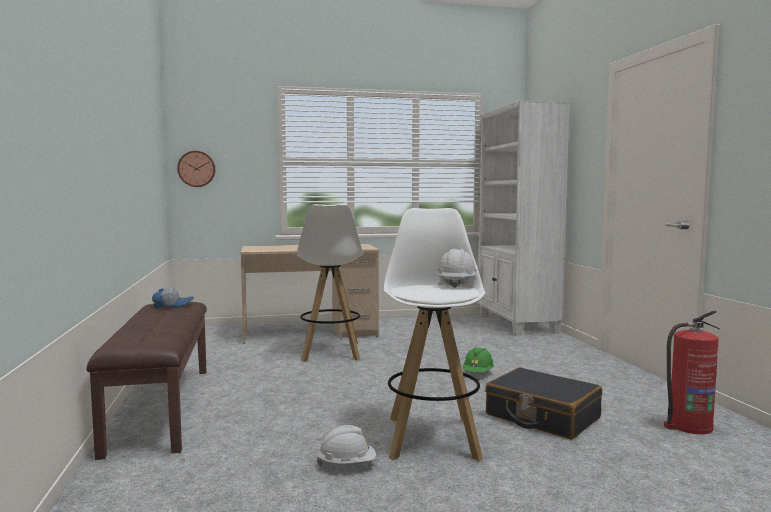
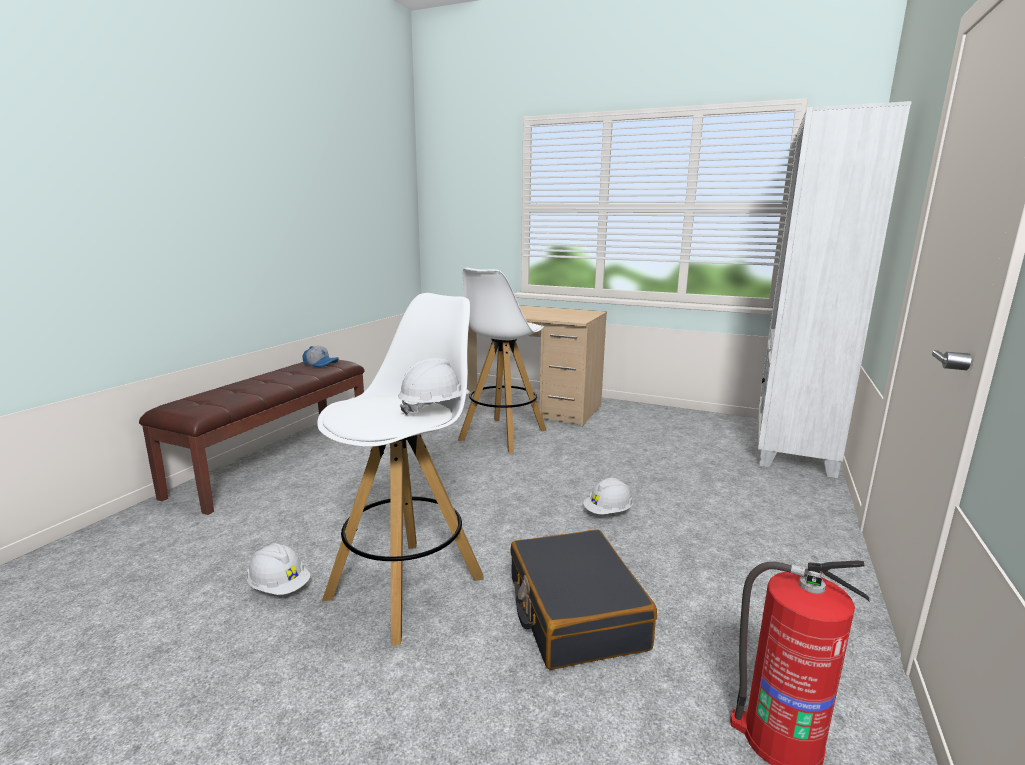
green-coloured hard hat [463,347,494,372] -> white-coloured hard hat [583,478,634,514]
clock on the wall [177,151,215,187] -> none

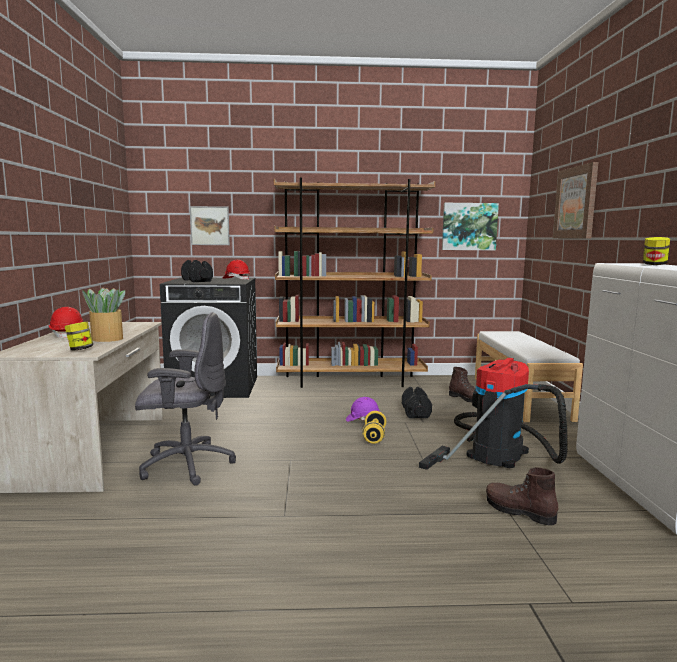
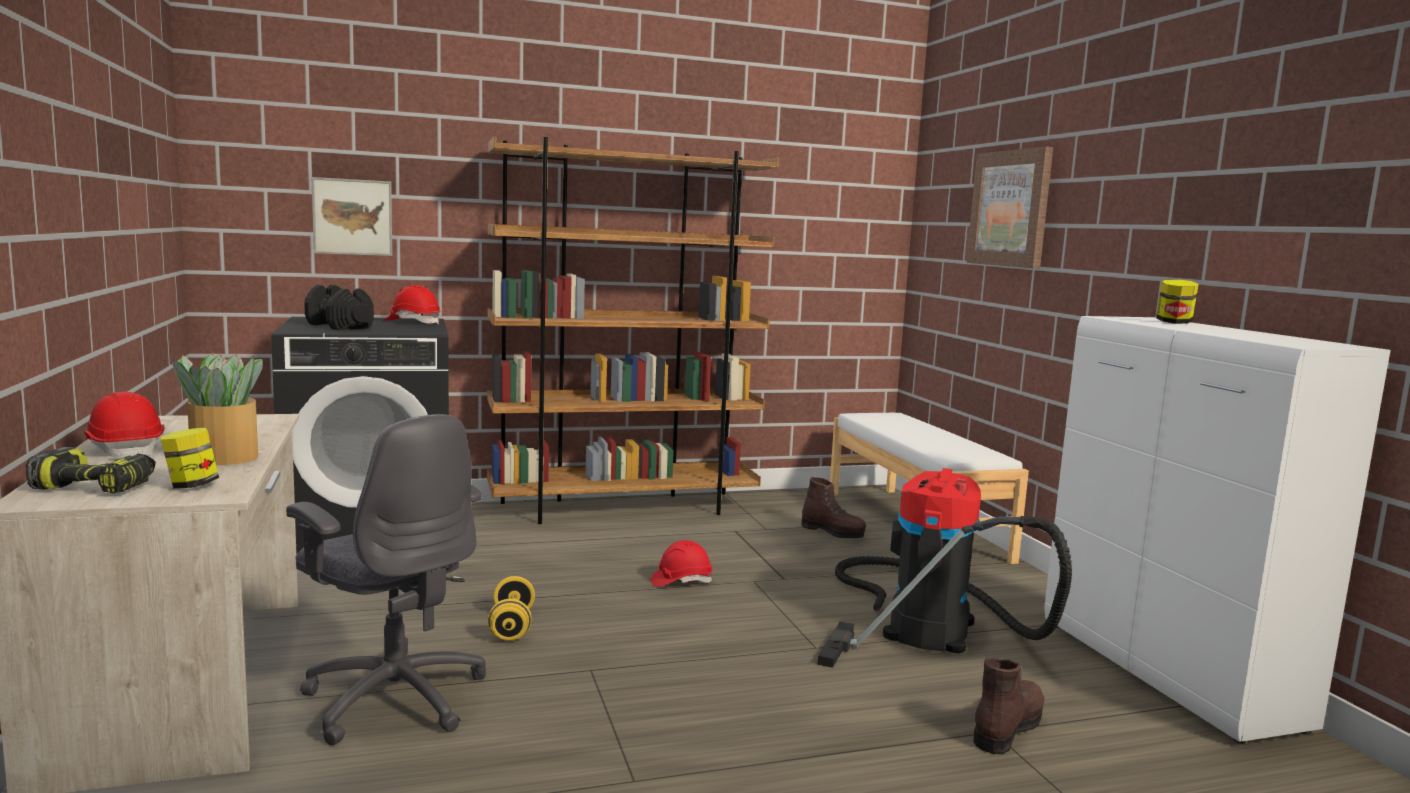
none -> drill [26,447,156,493]
greyish desk chair [135,312,236,486] -> greyish desk chair [286,414,486,745], 60 degrees clockwise
yellowish dumbbell [362,411,386,444] -> yellowish dumbbell [488,576,535,641], shifted
purple-coloured hard hat [346,397,380,422] -> red-coloured hard hat [650,540,712,587]
brown tall boot [486,467,558,525] -> brown tall boot [973,658,1044,754], 105 degrees clockwise
black dumbbell [402,387,432,418] -> none
picture [442,203,499,250] -> none

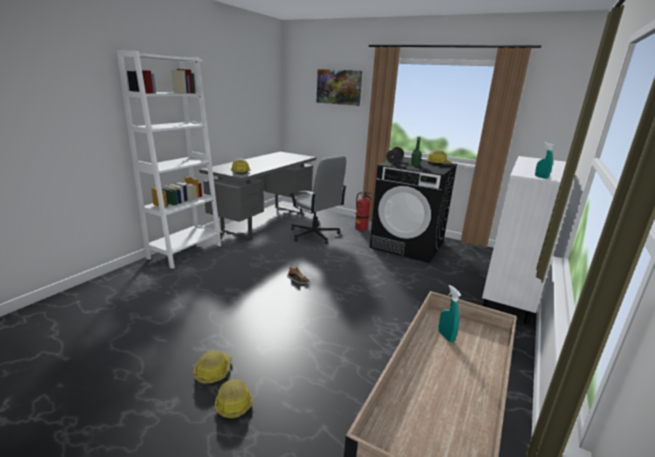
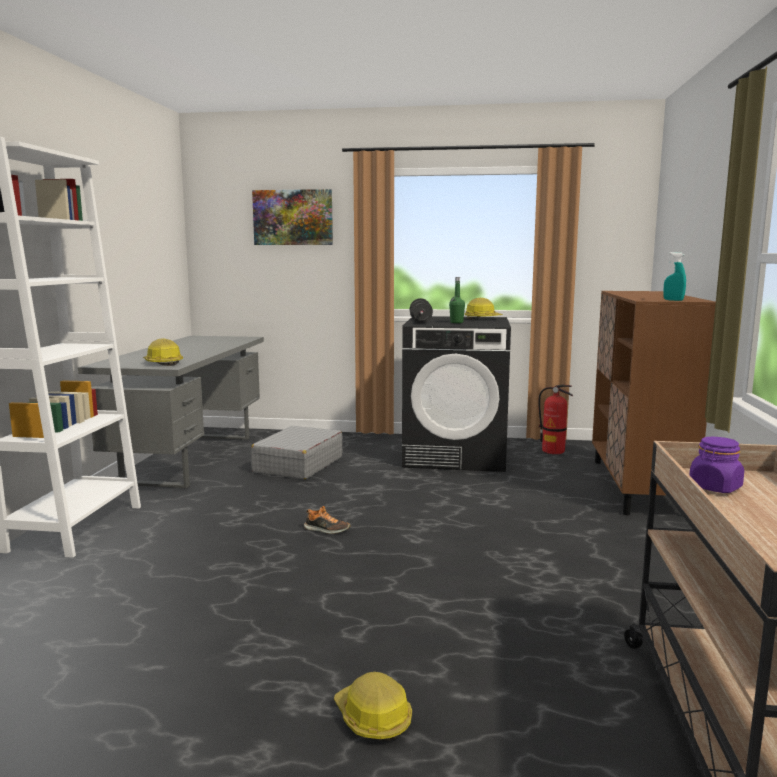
greyish desk chair [289,156,346,244] -> greyish travel case [251,426,342,480]
extinguisher [355,192,371,231] -> extinguisher [538,385,573,454], shifted
white-coloured cabinet [482,156,574,324] -> brown cabinet [592,291,716,515]
turquoise spray bottle [439,285,461,343] -> purple-coloured storage jar [689,437,744,493]
hard hat [194,350,232,384] -> none

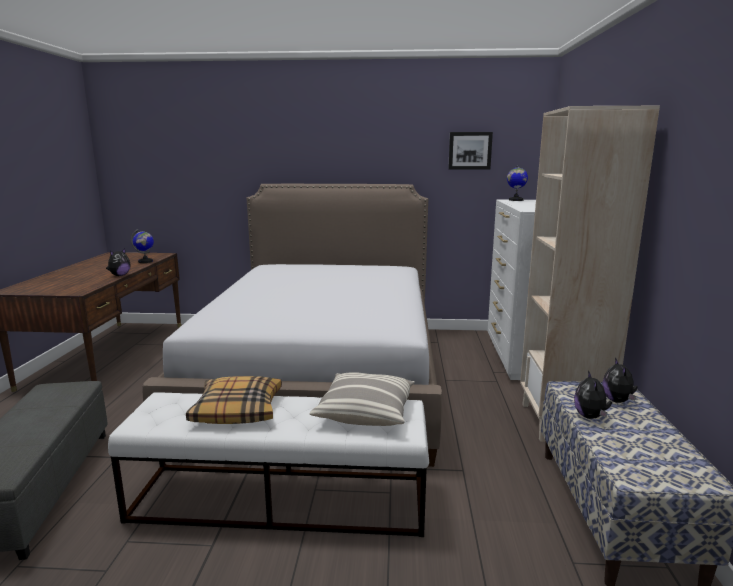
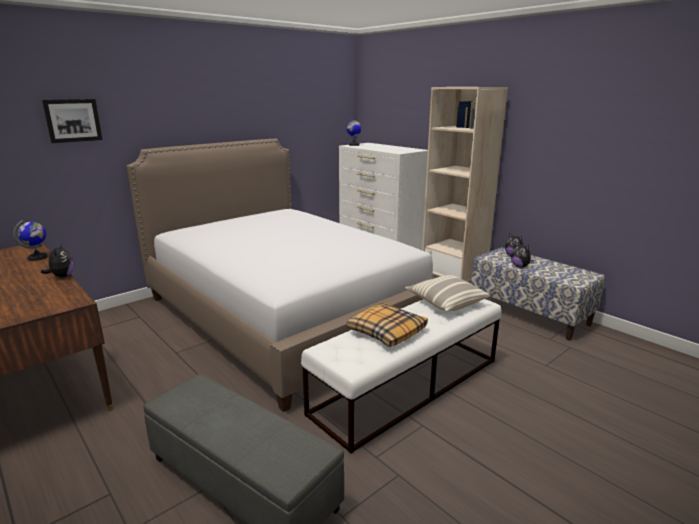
picture [448,132,493,170] -> picture [42,99,103,143], shifted

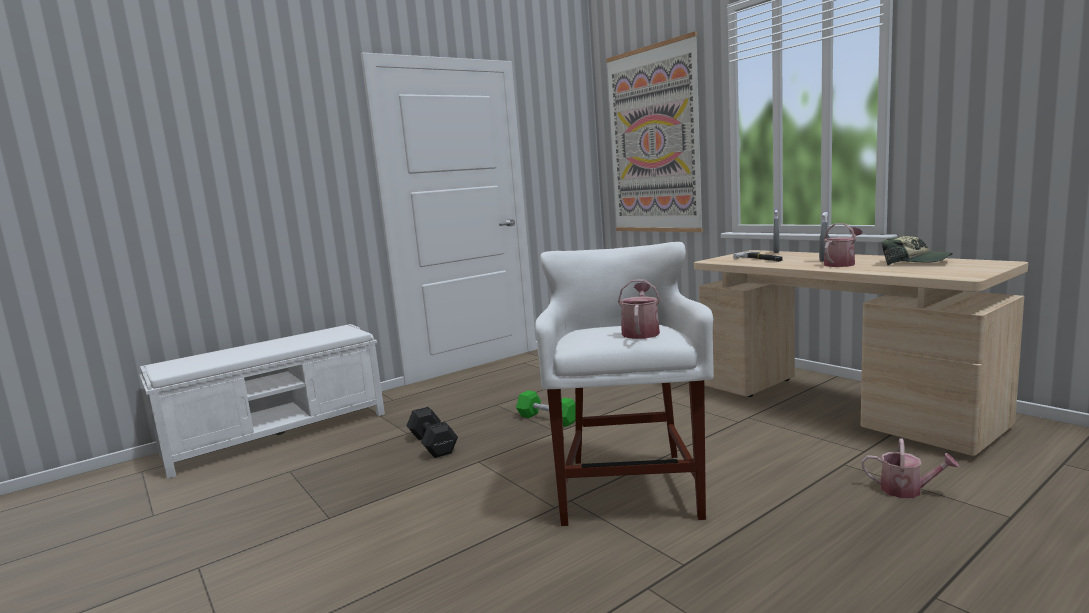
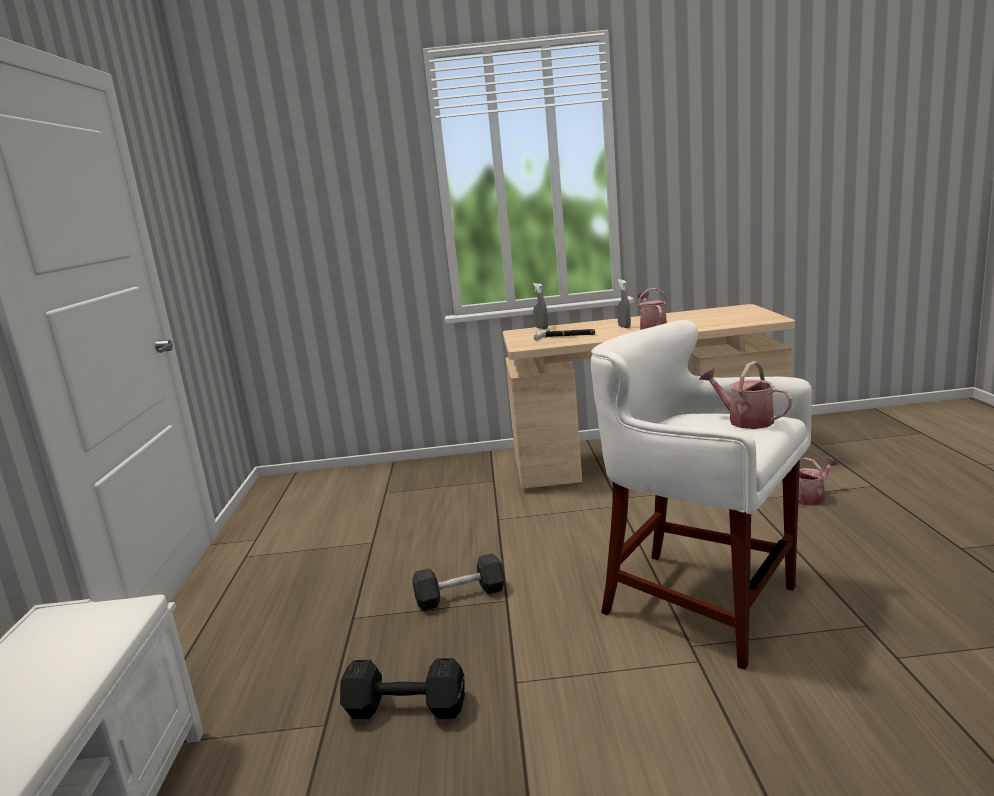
green-coloured dumbbell [516,390,576,427] -> black dumbbell [413,553,505,611]
picture [606,31,703,232] -> none
cap [882,236,953,265] -> none

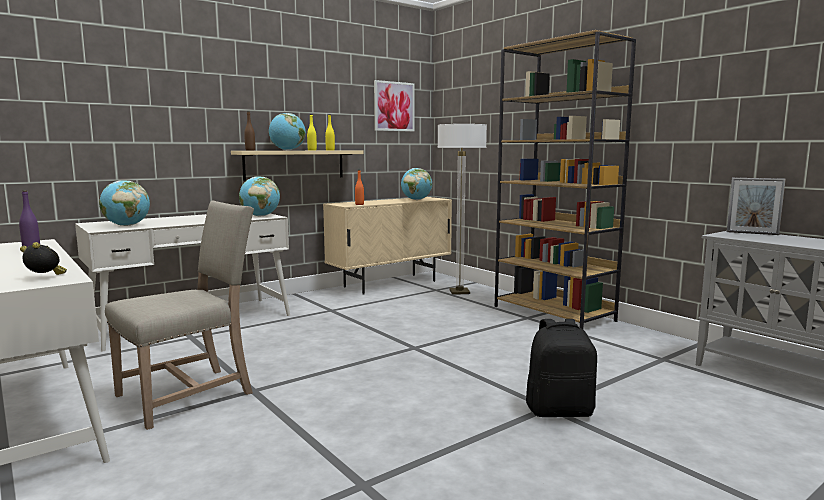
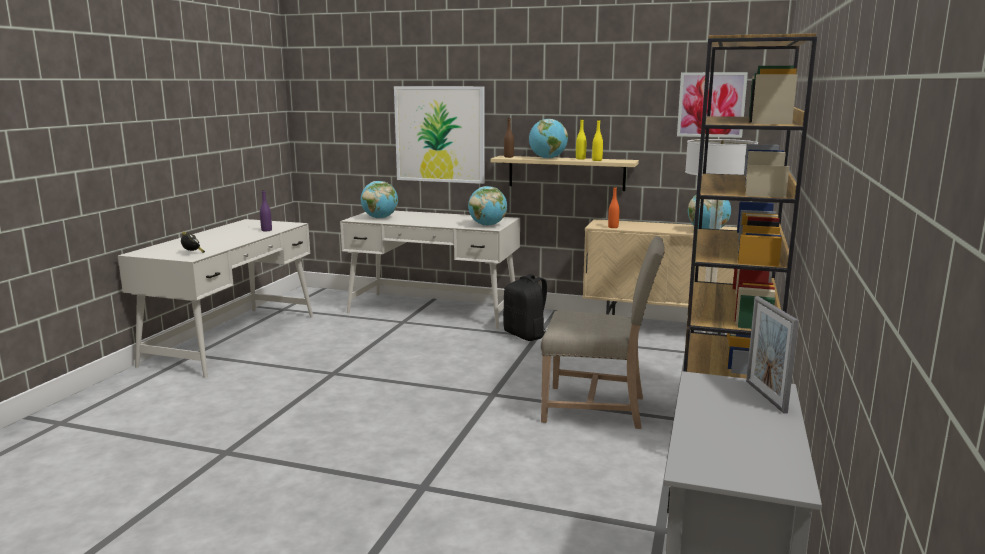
none -> picture [394,86,485,184]
black knapsack [526,319,597,417] -> black knapsack [503,274,547,341], shifted
beige-coloured plain chair [105,201,254,430] -> beige-coloured plain chair [541,236,665,429], shifted

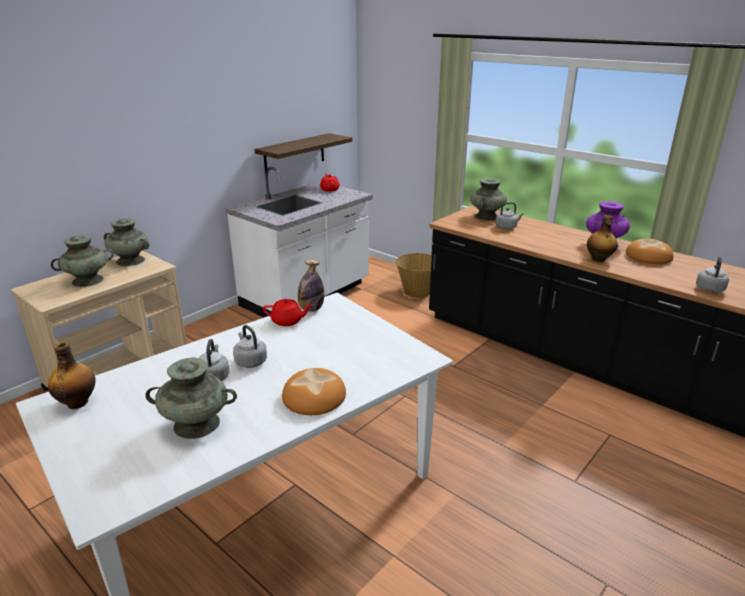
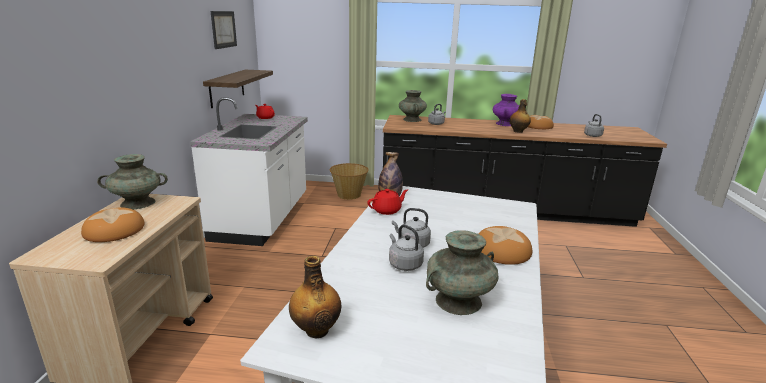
turquoise flower vase [51,235,114,287] -> bread [81,207,145,242]
none -> picture [211,11,237,49]

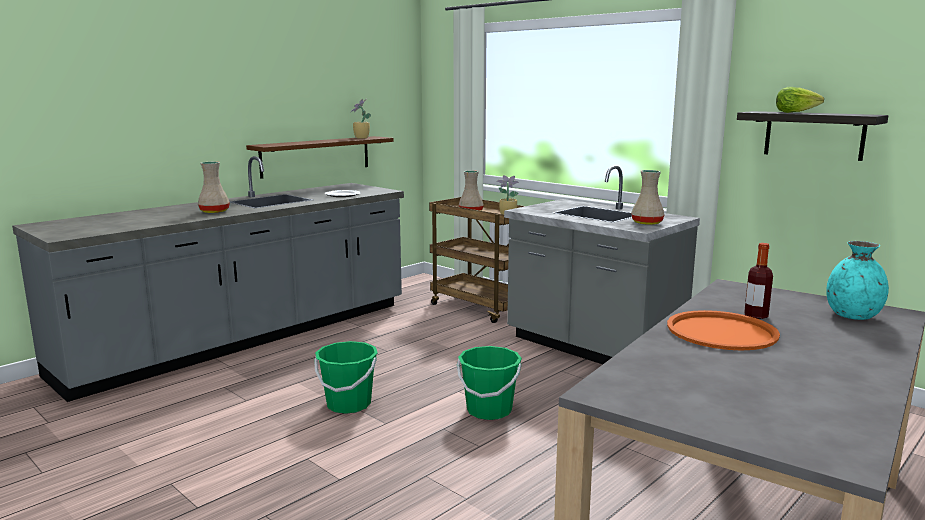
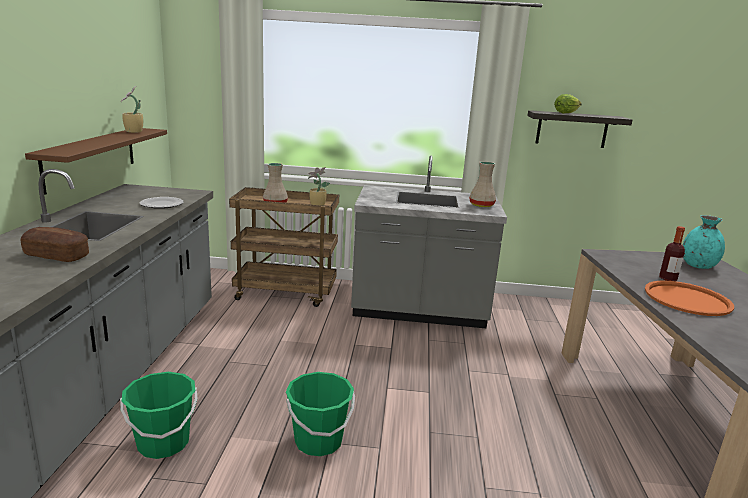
beige-coloured flower vase [198,162,230,213] -> bread [21,227,89,262]
green-coloured water bucket [457,346,522,420] -> green-coloured water bucket [120,372,198,459], shifted

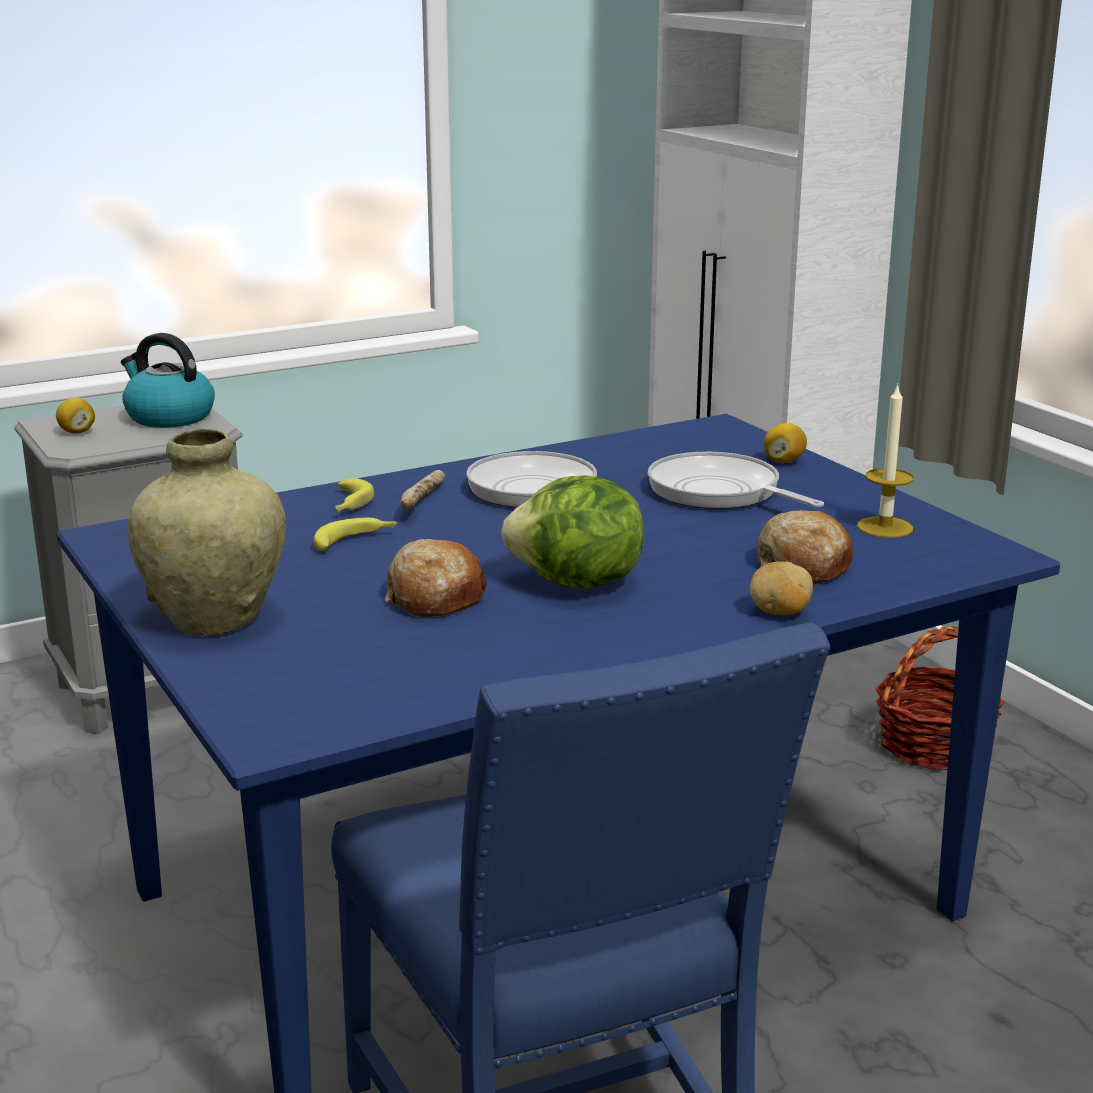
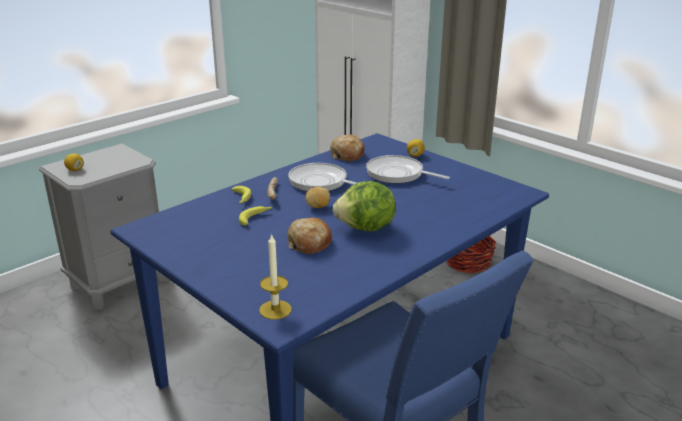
wax light [857,383,914,538] -> wax light [259,233,292,319], shifted
spud [750,561,813,615] -> spud [306,187,330,208], shifted
bread [757,510,853,584] -> bread [330,135,365,161], shifted
kettle [121,333,215,428] -> none
beige-coloured flower vase [127,429,286,636] -> none

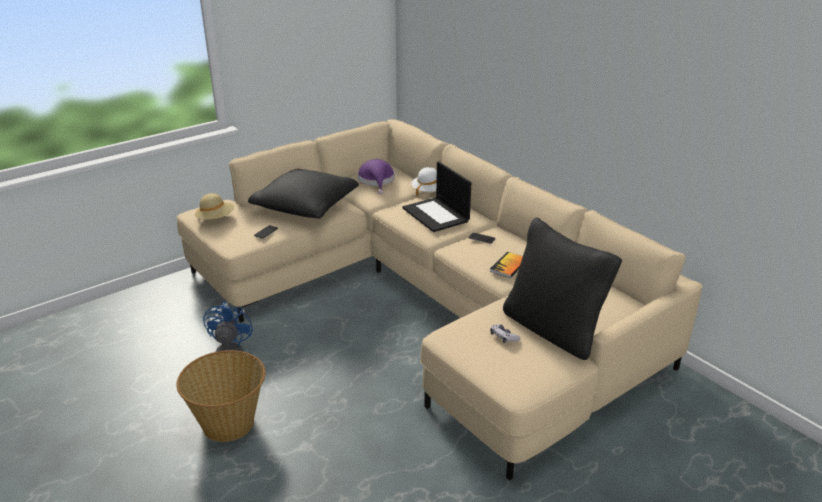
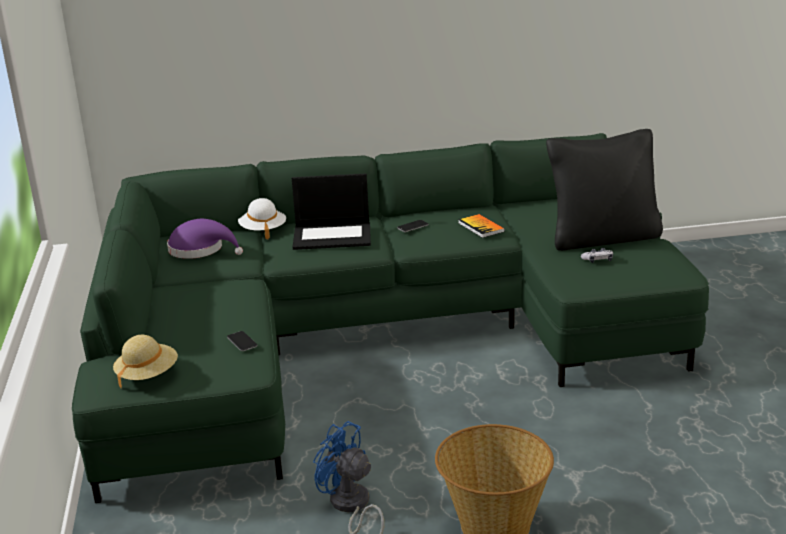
beige-coloured couch [176,119,703,480] -> green-coloured couch [72,133,709,503]
black pillow [248,169,359,219] -> none

